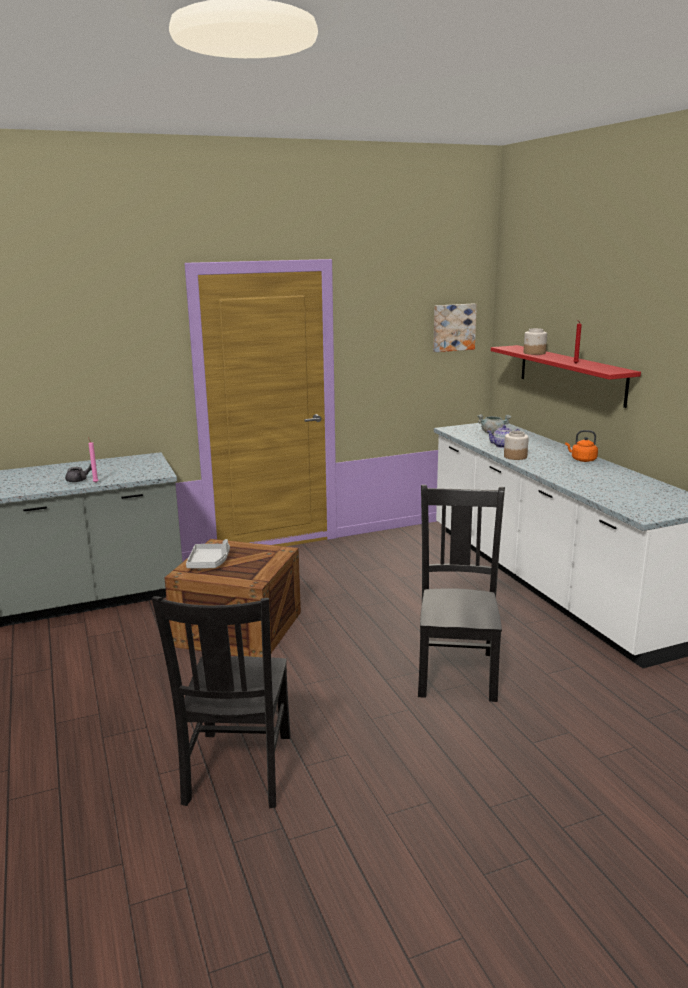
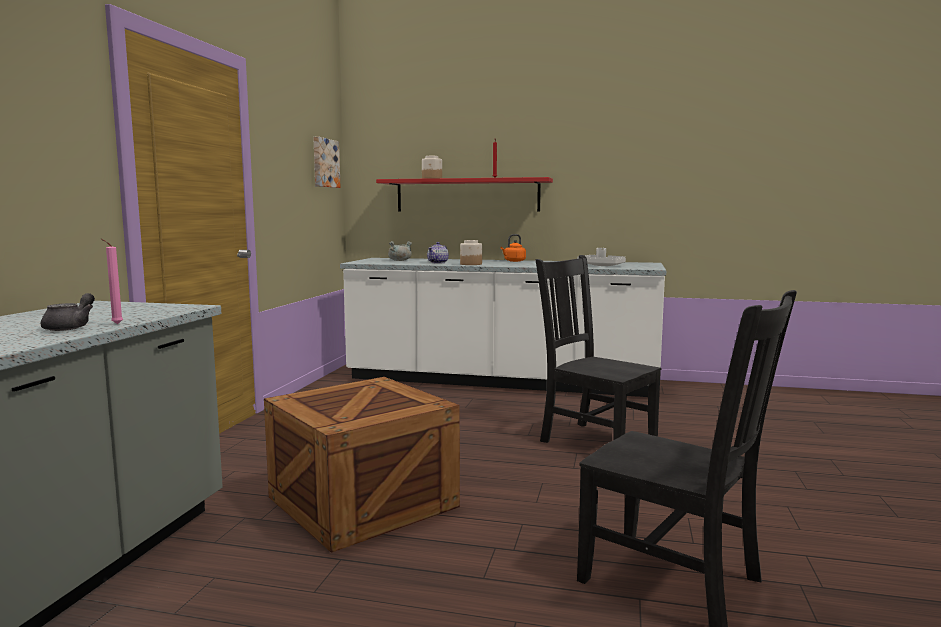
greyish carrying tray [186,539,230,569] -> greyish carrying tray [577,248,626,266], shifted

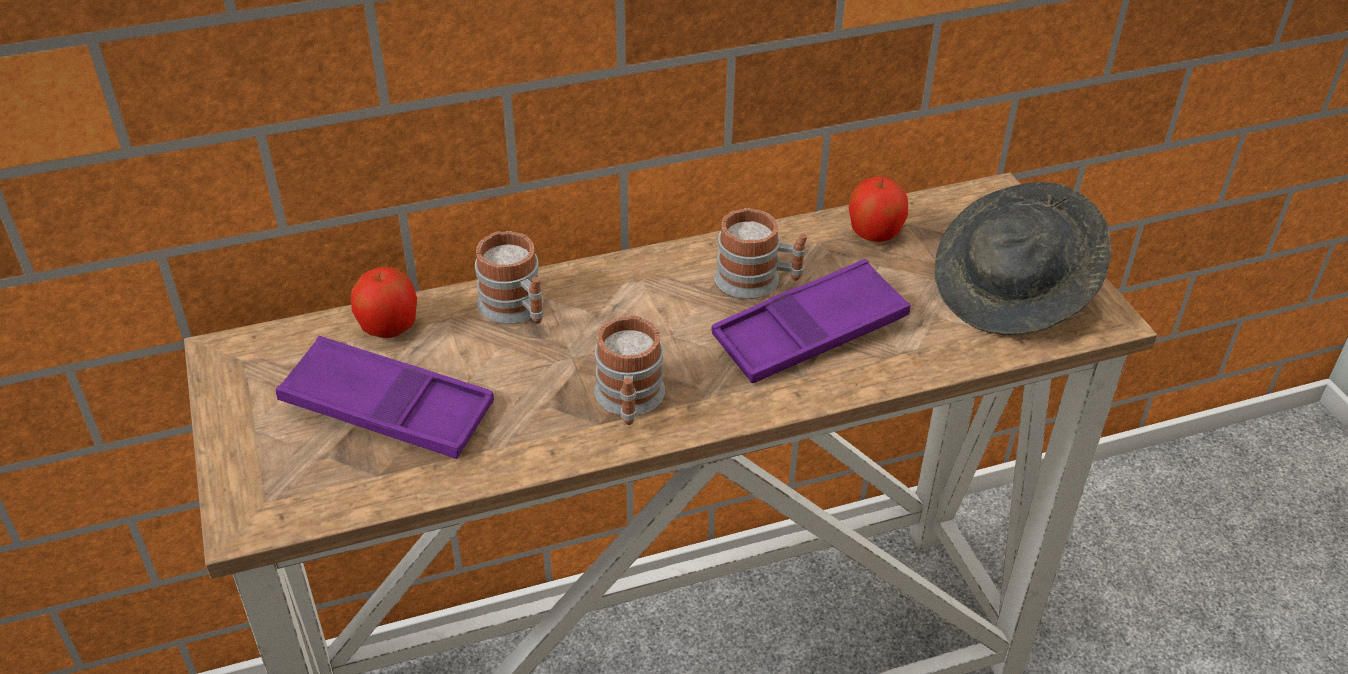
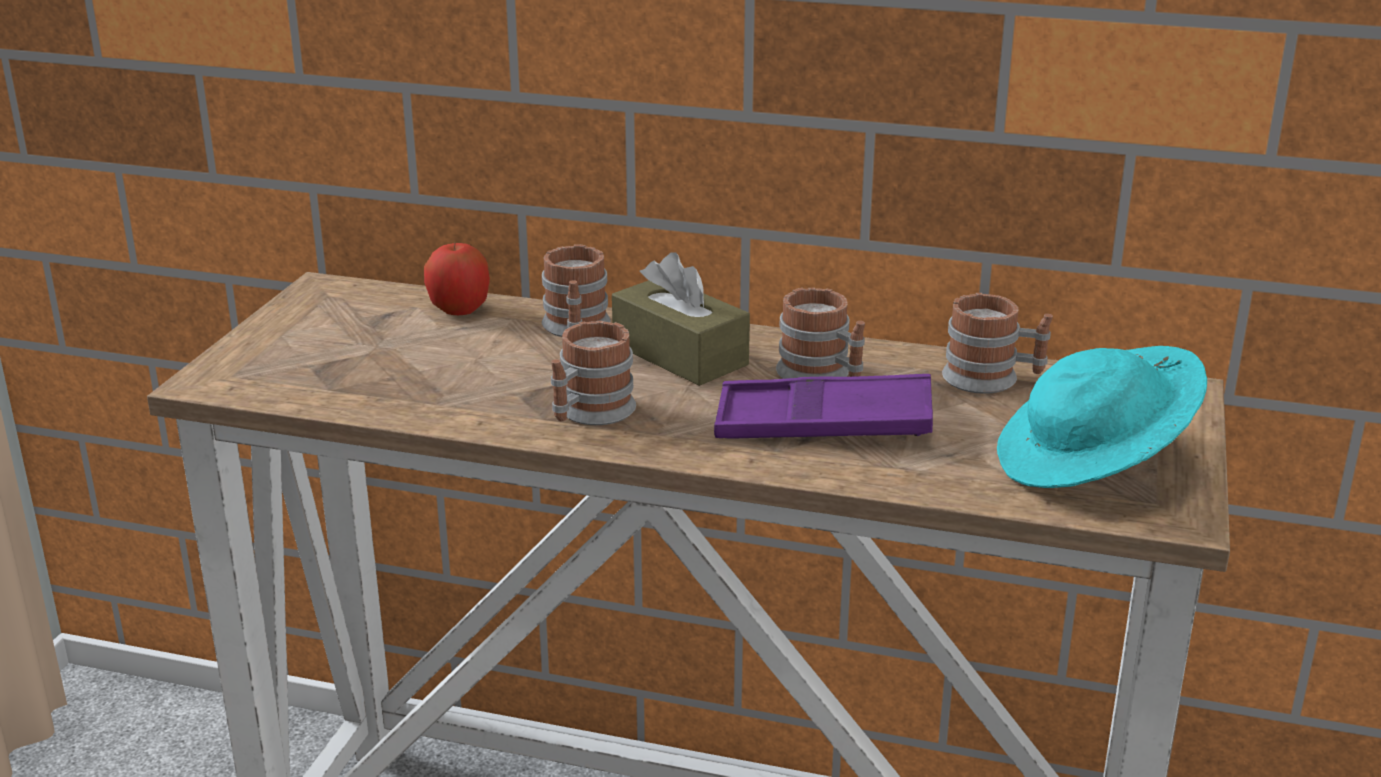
none -> brown tissue box [612,252,750,386]
whole apple [848,176,908,242] -> tea mug [942,293,1053,394]
greyish clothing hat [935,182,1112,335] -> turquoise clothing hat [997,346,1207,488]
purple-coloured carrying tray [276,336,494,459] -> none

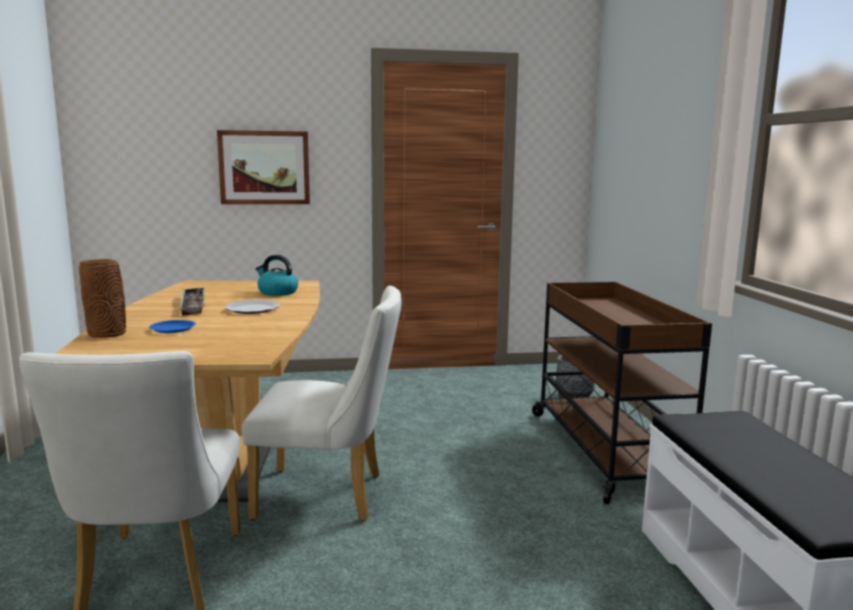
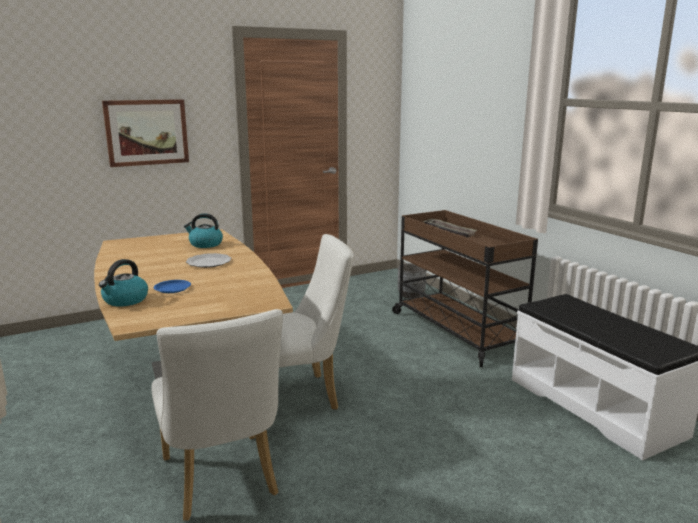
brown flower vase [79,259,126,338] -> kettle [99,259,148,307]
carrying tray [180,287,205,315] -> carrying tray [423,219,478,237], shifted

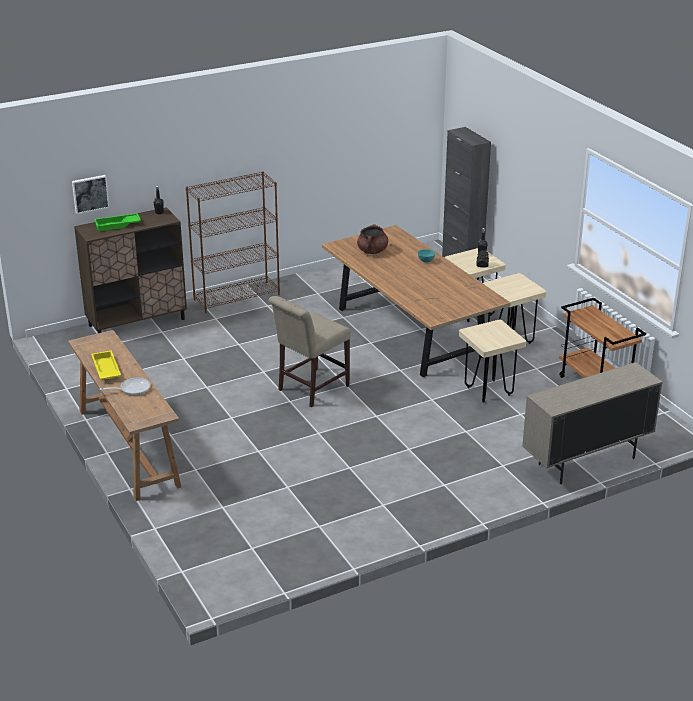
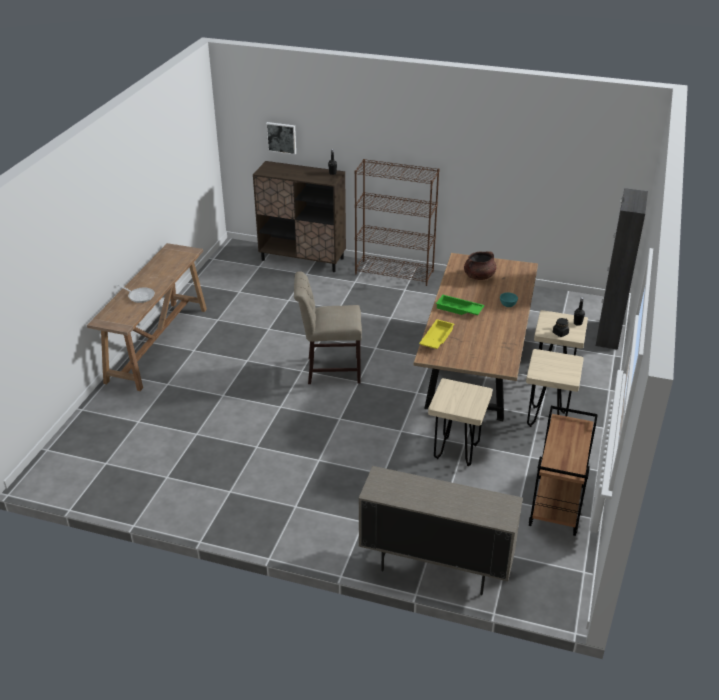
yellowish carrying tray [91,350,121,380] -> yellowish carrying tray [419,319,454,349], shifted
green-coloured carrying tray [94,213,141,231] -> green-coloured carrying tray [436,295,485,315], shifted

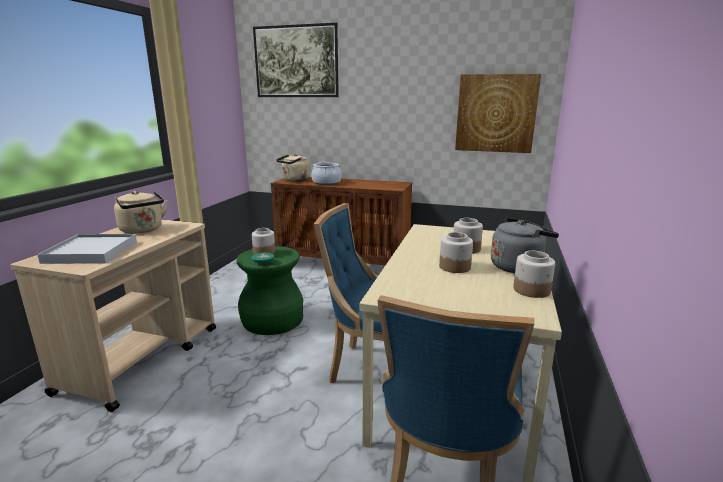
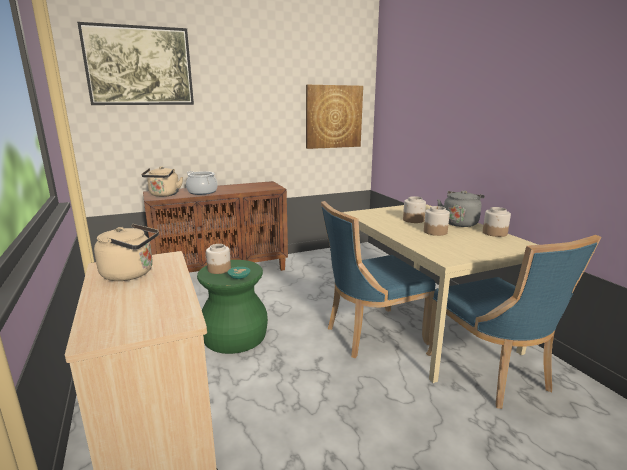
white-coloured carrying tray [37,234,137,264] -> none

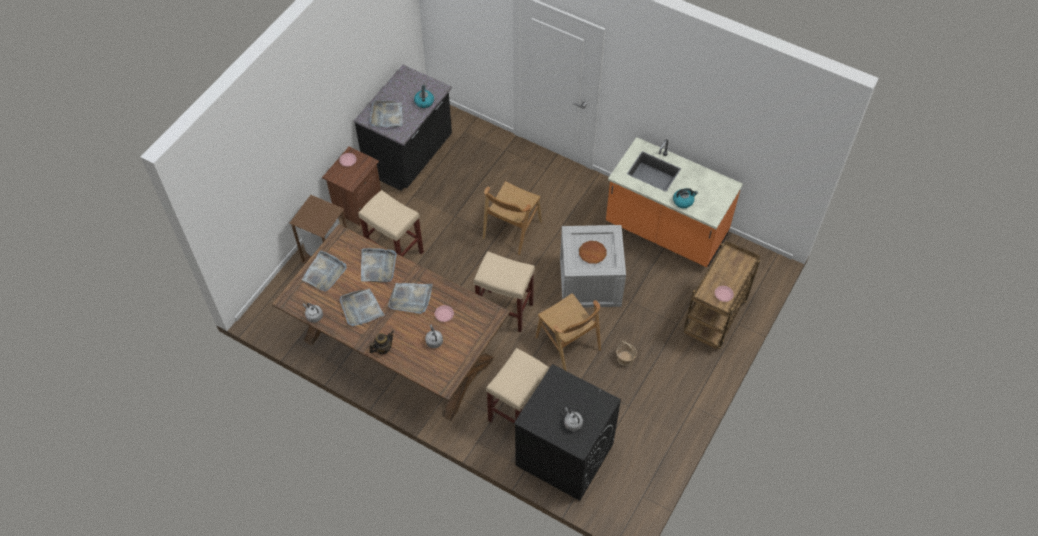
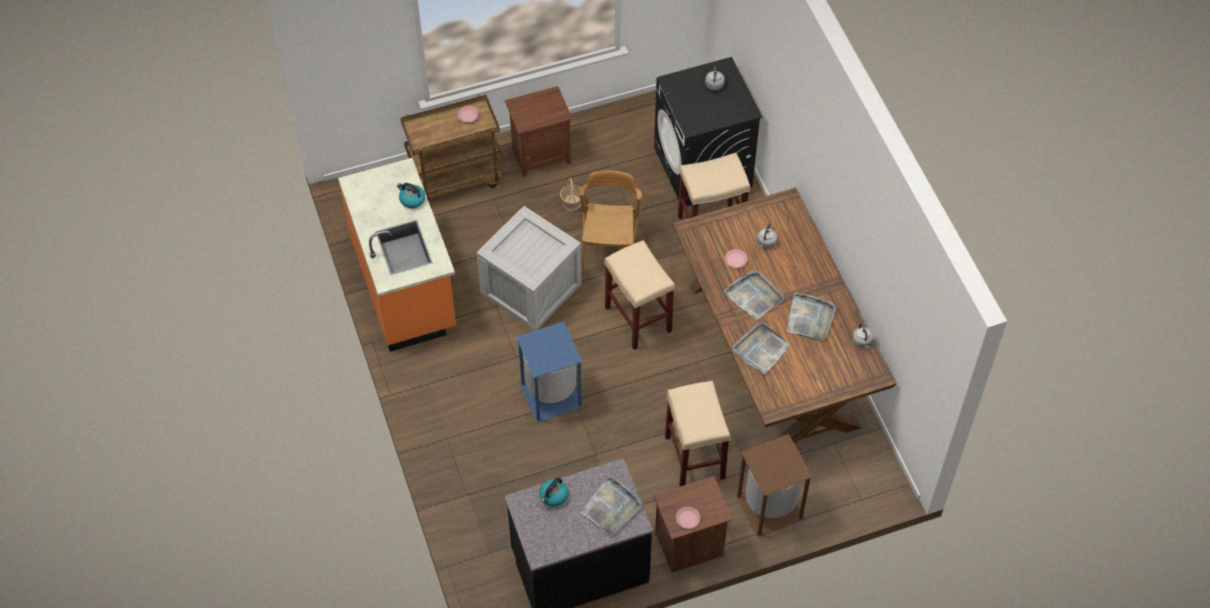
none -> brown bedside table [505,86,573,177]
brown plain chair [483,181,542,255] -> blue rubbish bin [516,321,583,423]
greyish carrying tray [302,250,347,292] -> none
teapot [370,331,394,354] -> none
brown flat dish [579,241,606,264] -> none

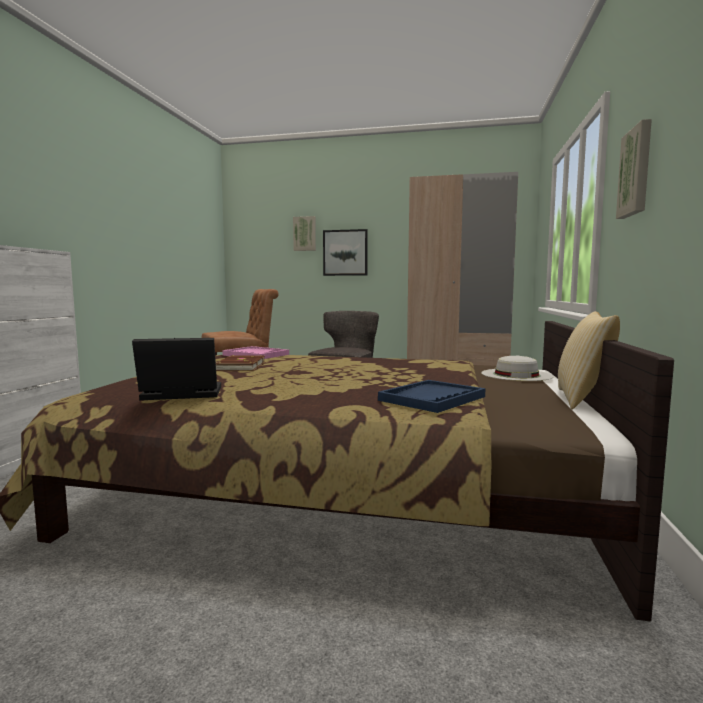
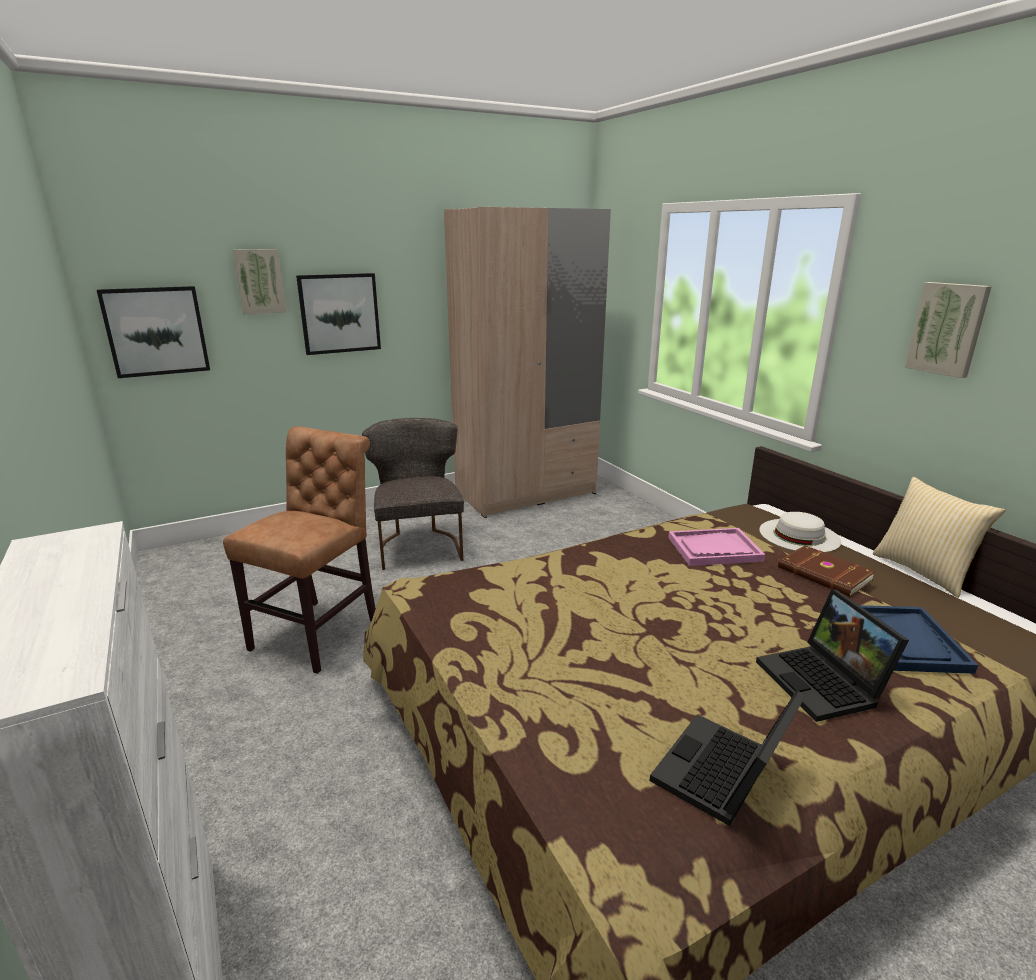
none -> picture [97,286,210,378]
pink-coloured carrying tray [222,346,289,359] -> pink-coloured carrying tray [668,528,766,566], shifted
none -> portable computer [756,589,909,722]
brown book [216,355,265,371] -> brown book [778,545,875,597], shifted

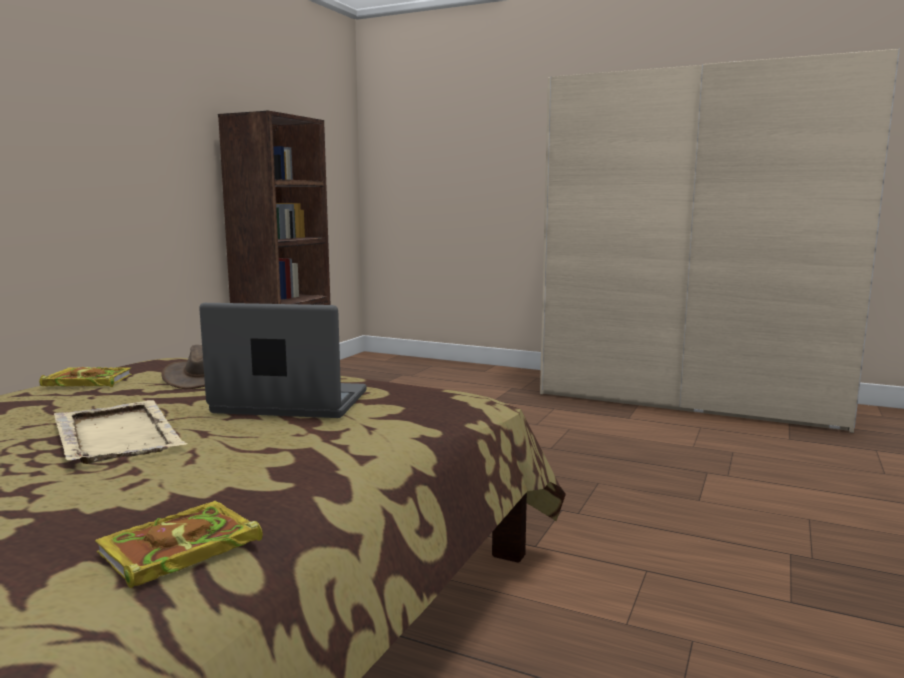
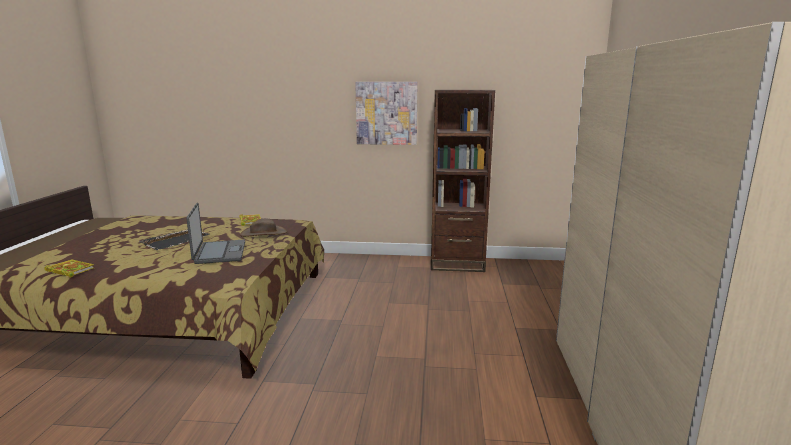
beige-coloured carrying tray [54,400,188,464] -> black carrying tray [139,229,210,250]
none -> picture [355,82,417,145]

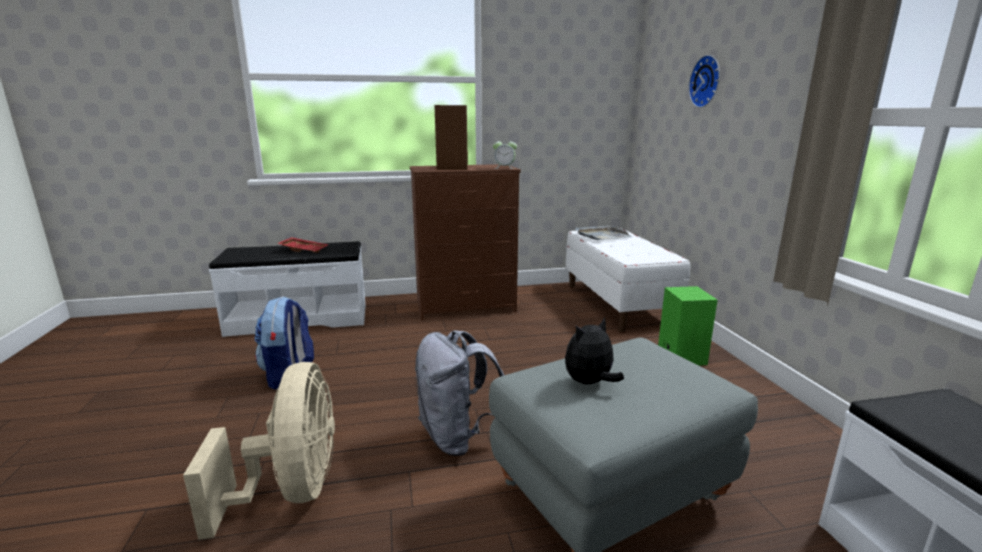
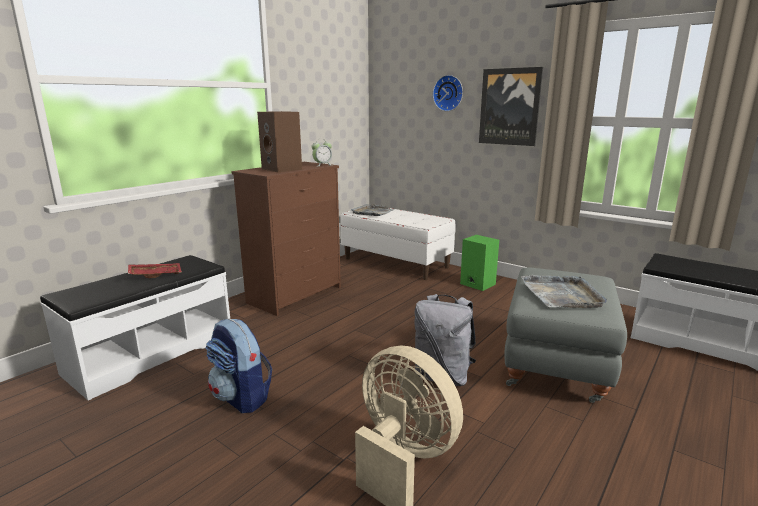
none -> picture [479,67,543,146]
soft toy [565,317,624,384] -> greyish carrying tray [521,275,607,308]

